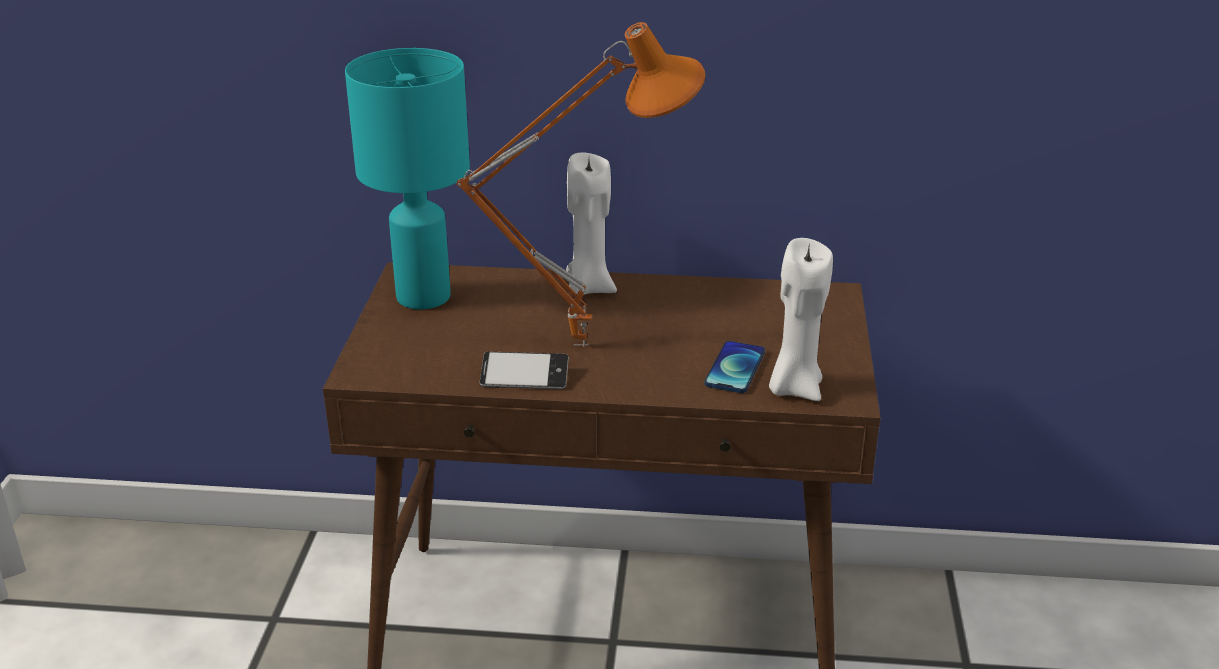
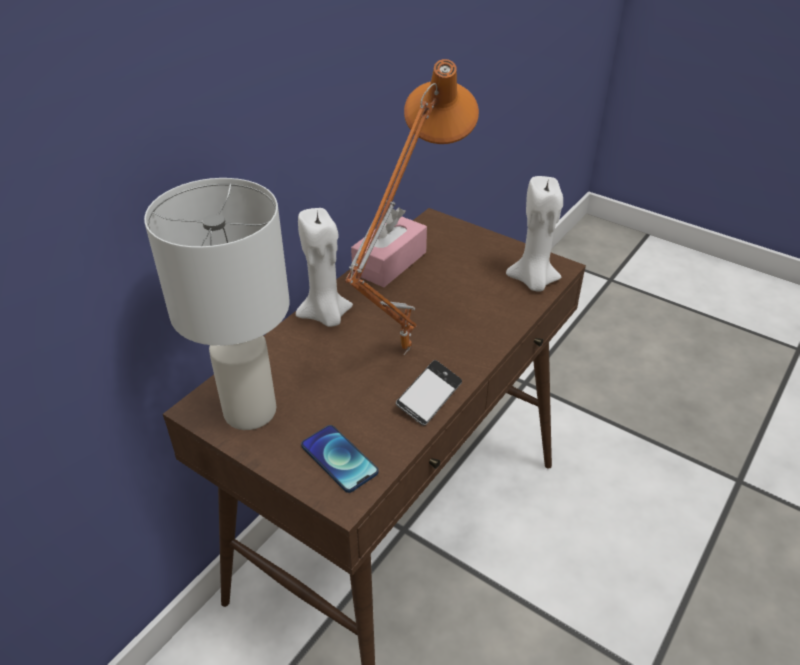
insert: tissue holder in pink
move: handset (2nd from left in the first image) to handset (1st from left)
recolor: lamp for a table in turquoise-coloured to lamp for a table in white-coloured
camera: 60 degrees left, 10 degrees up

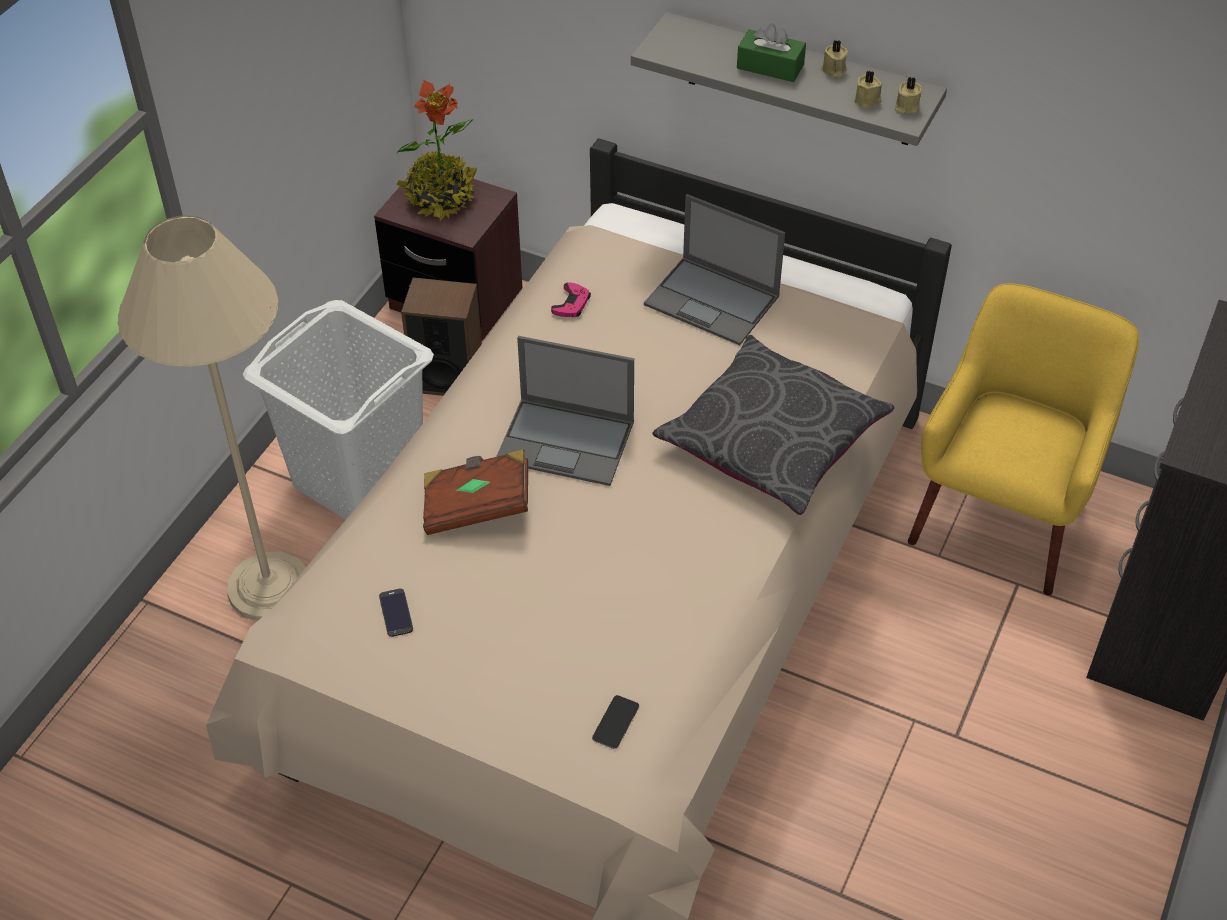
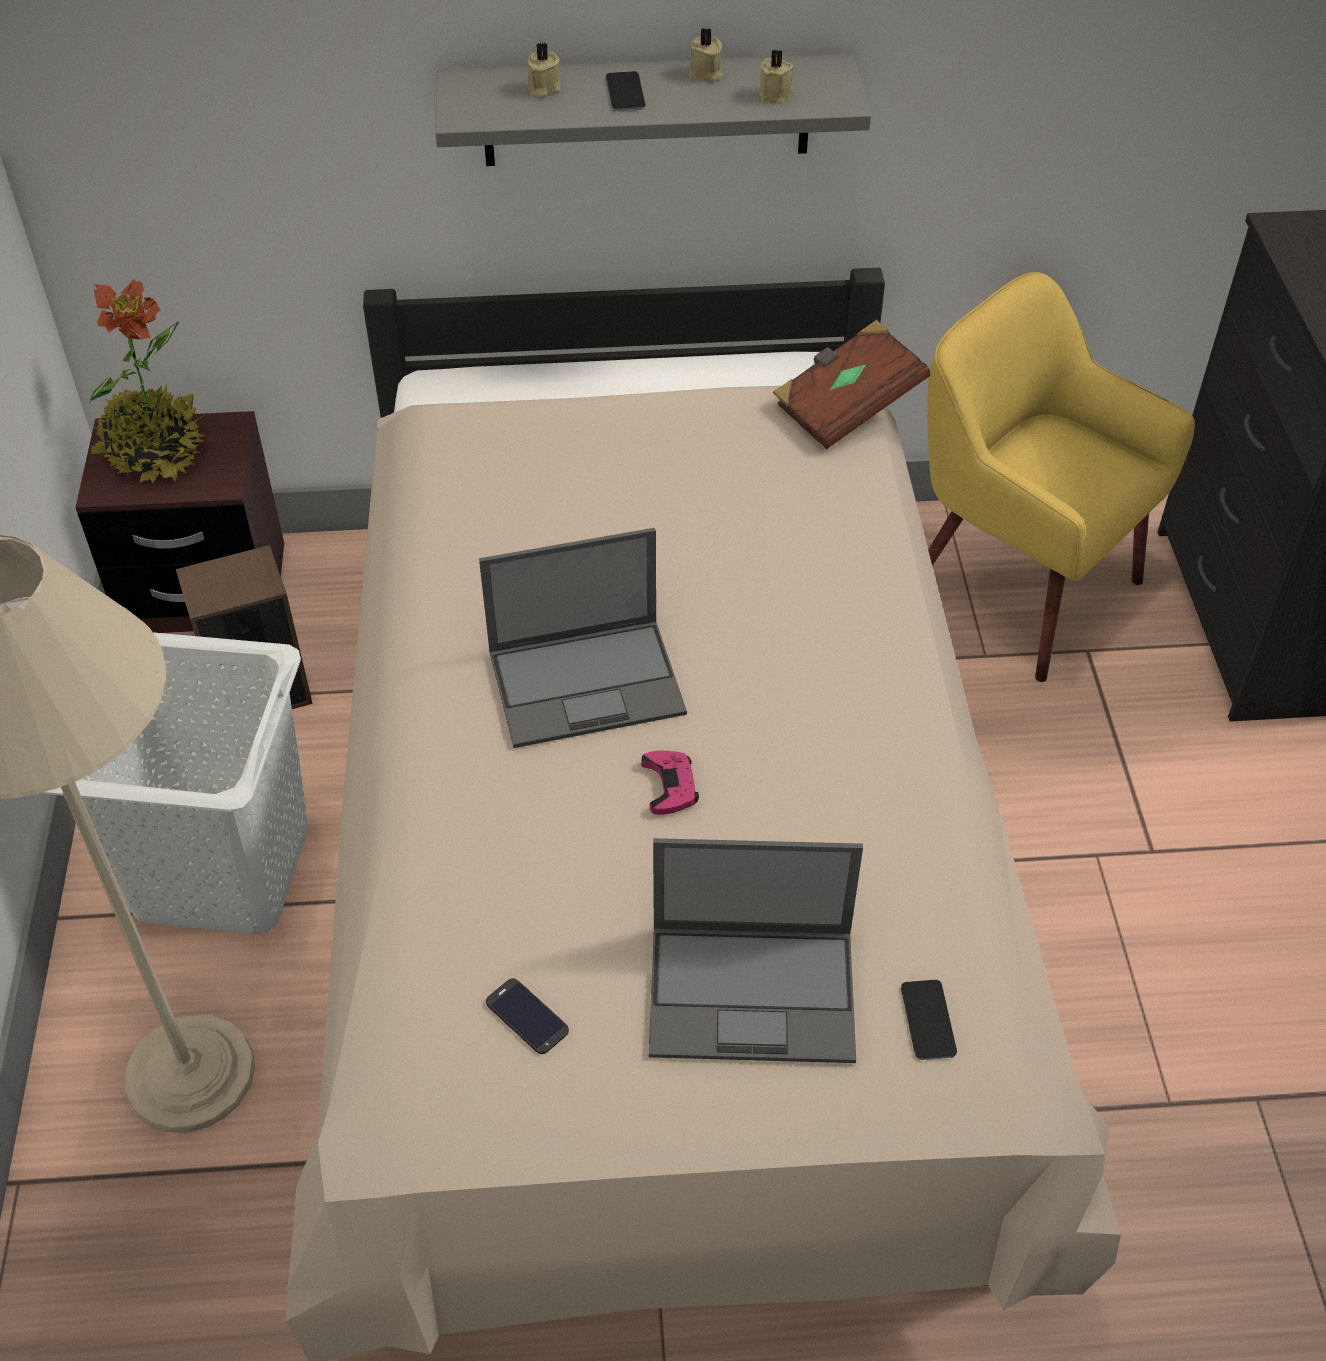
delete: throw pillow in greyish
move: volume in brown; gamepad in pink; laptop (2nd from left); wax candle in beige (3rd from left in the first image) to wax candle in beige (1st from left)
replace: tissue holder in greenish to handset (2nd from left)
rotate: lounge chair in yellowish 45 degrees counterclockwise
camera: 30 degrees left, 0 degrees up

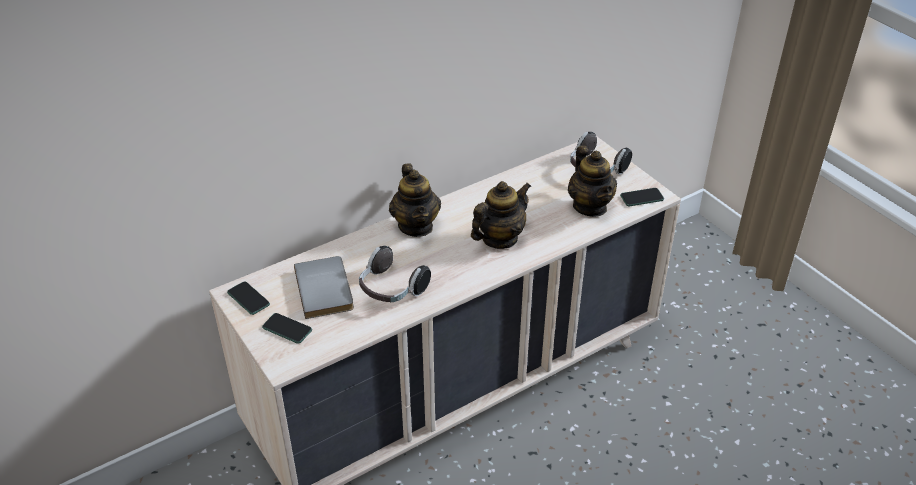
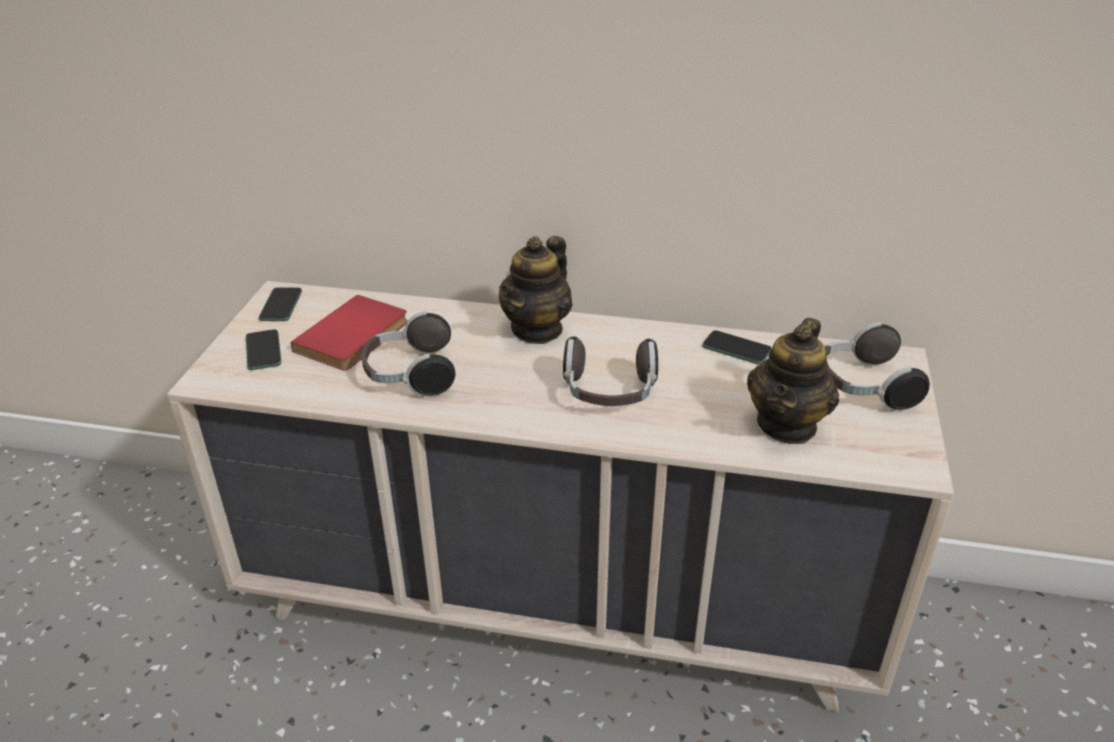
move: handset (3rd from left)
replace: pot for tea (2nd from left) to headset (2nd from left)
recolor: volume in greyish to volume in red-coloured
camera: 45 degrees right, 5 degrees down

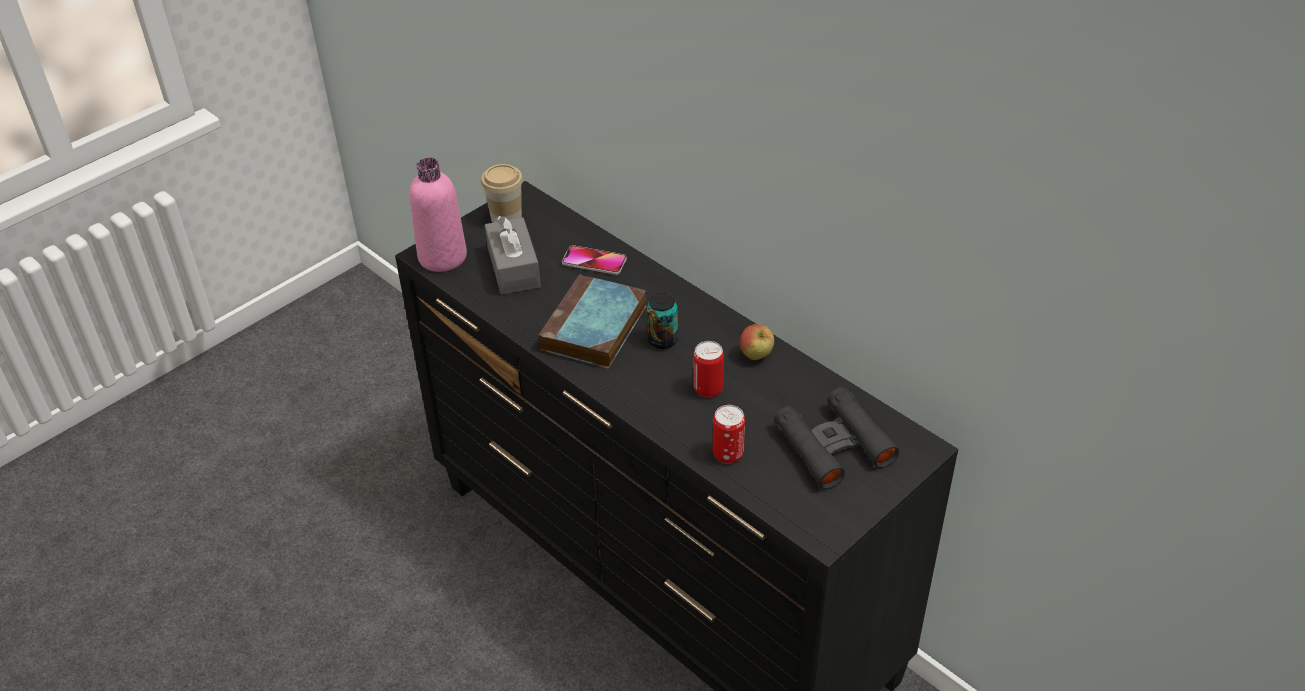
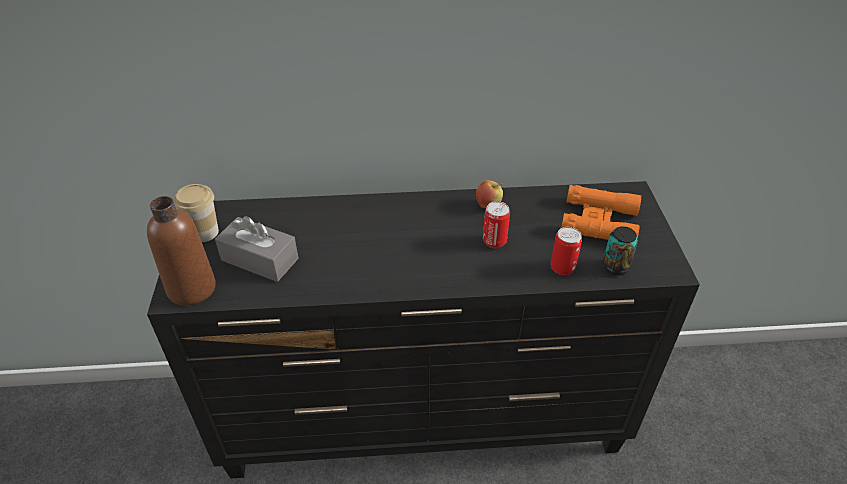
delete: volume; handset
move: metal can (1st from left in the first image) to metal can (3rd from left)
recolor: beverage bottle in pink to beverage bottle in brown; field glasses in blackish to field glasses in orange
camera: 50 degrees left, 0 degrees up

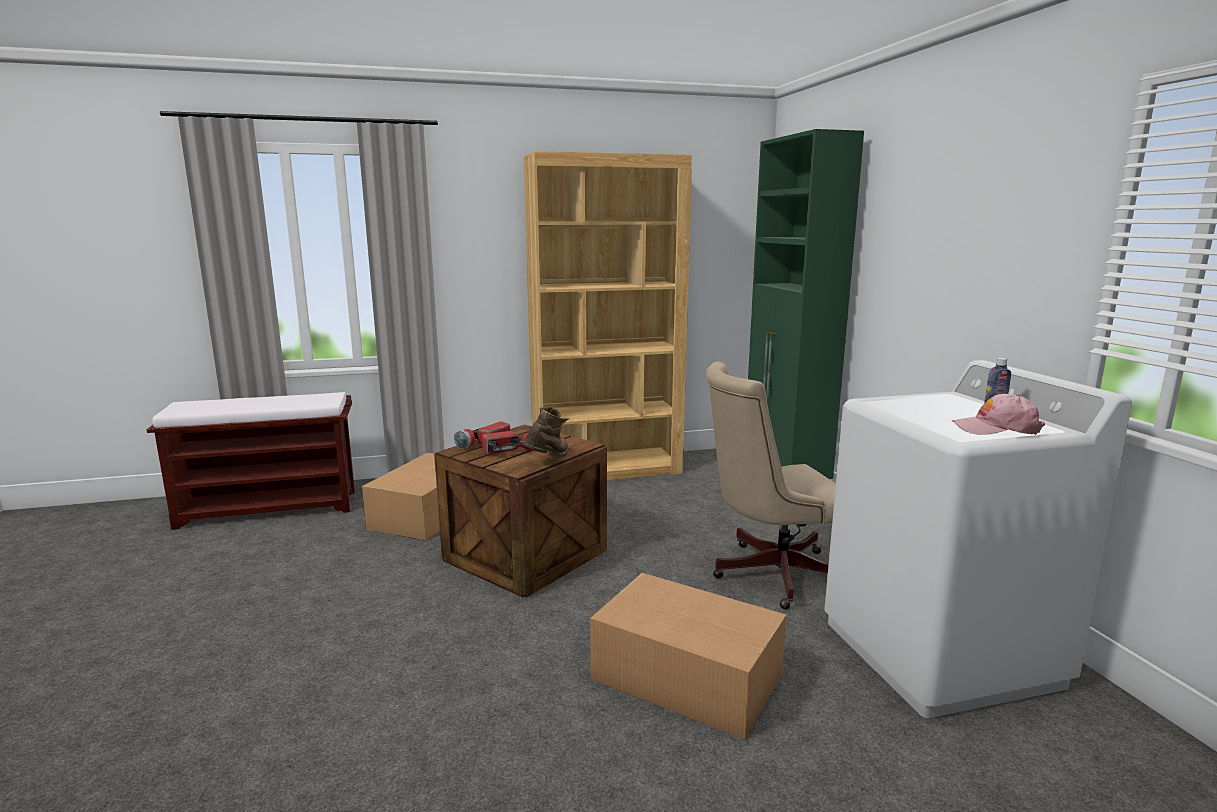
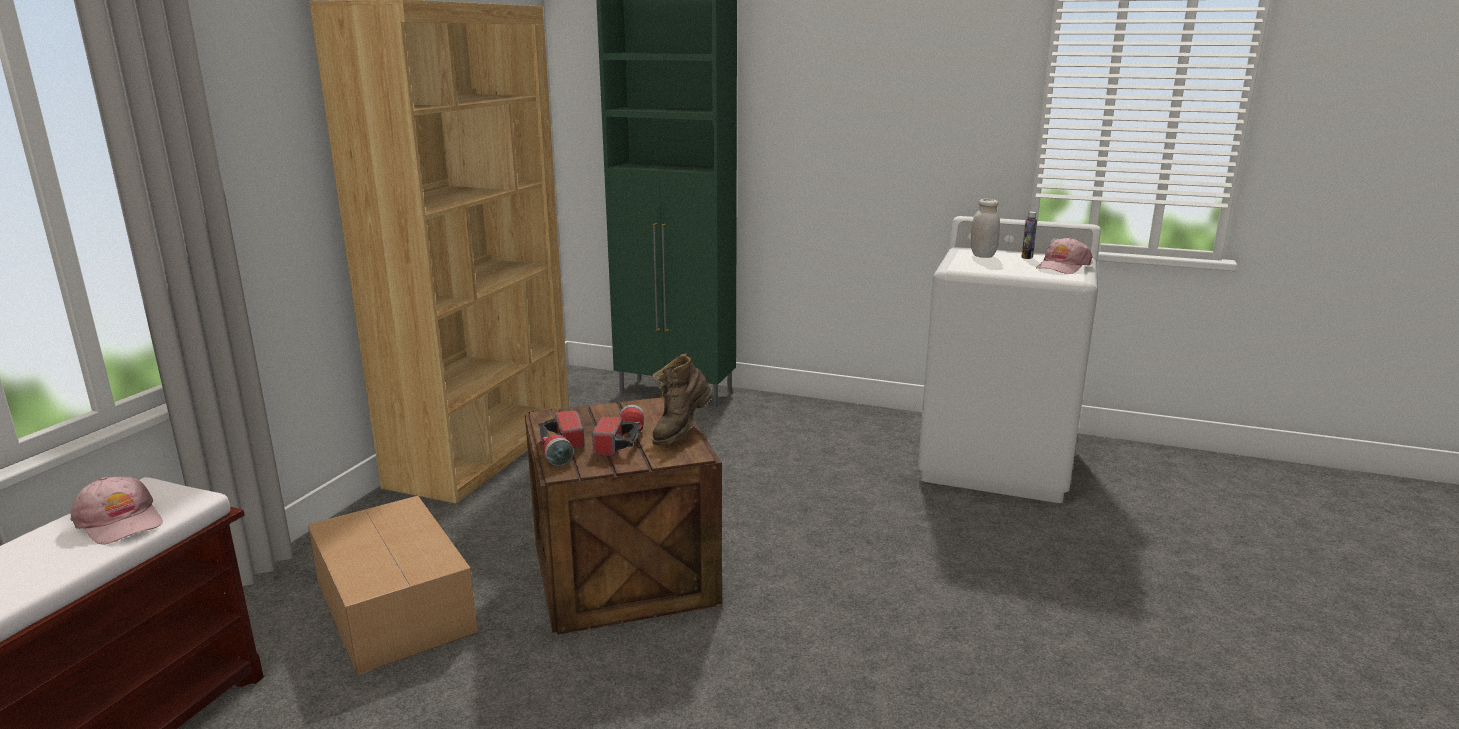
delete: packing box (2nd from left); office chair in beige
insert: cap in pink (1st from left); storage jar in white-coloured
rotate: boot in brown 120 degrees counterclockwise
camera: 55 degrees left, 5 degrees up

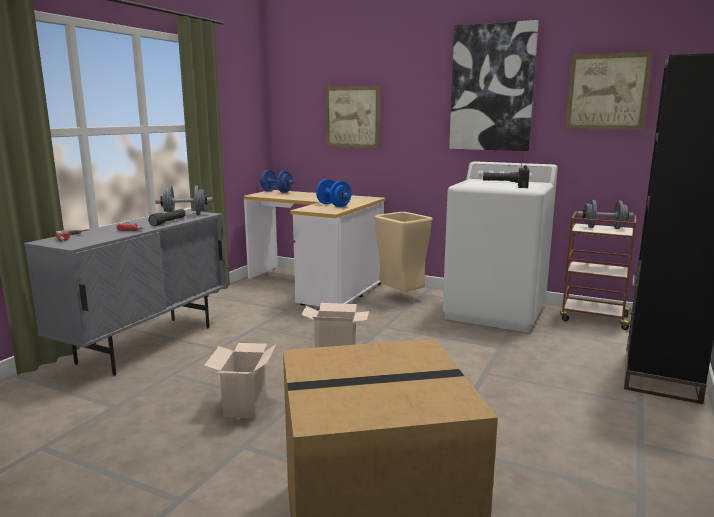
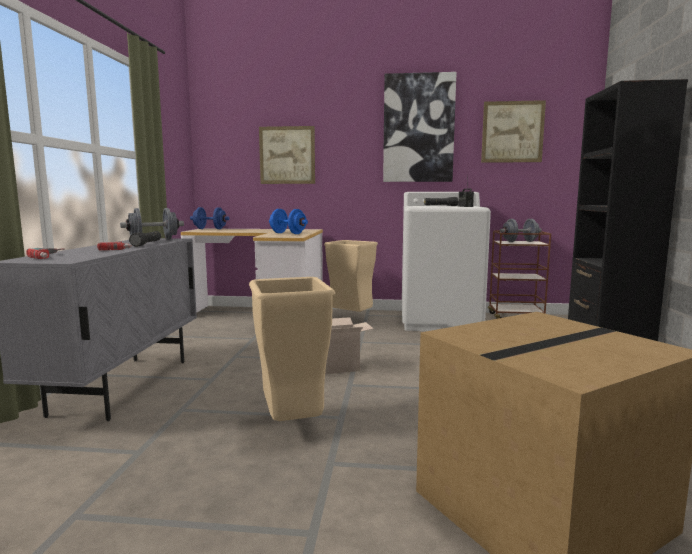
replace: packing box (1st from left) to waste bin in beige (1st from left)
camera: 20 degrees left, 5 degrees down

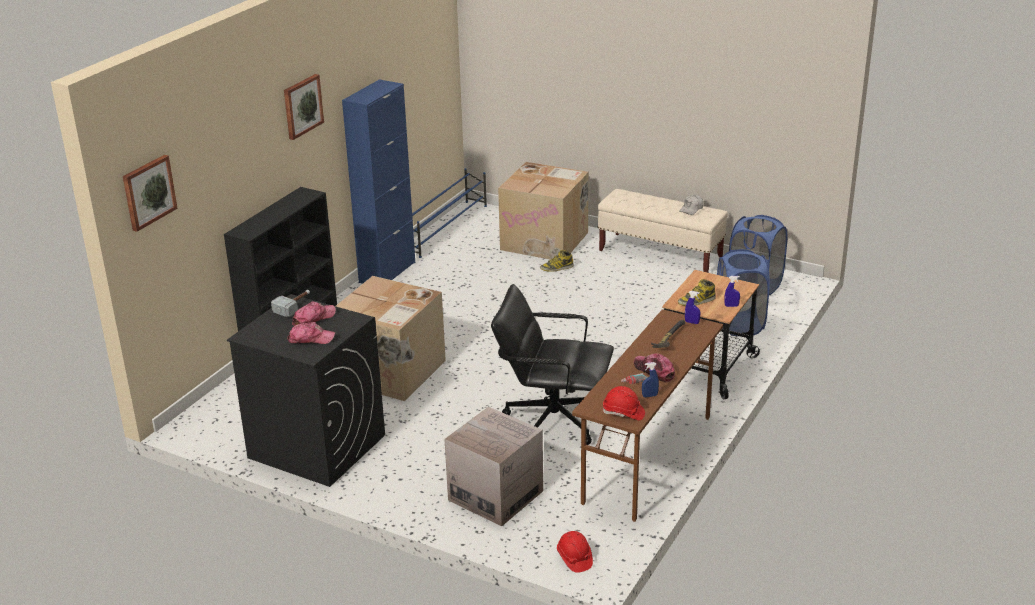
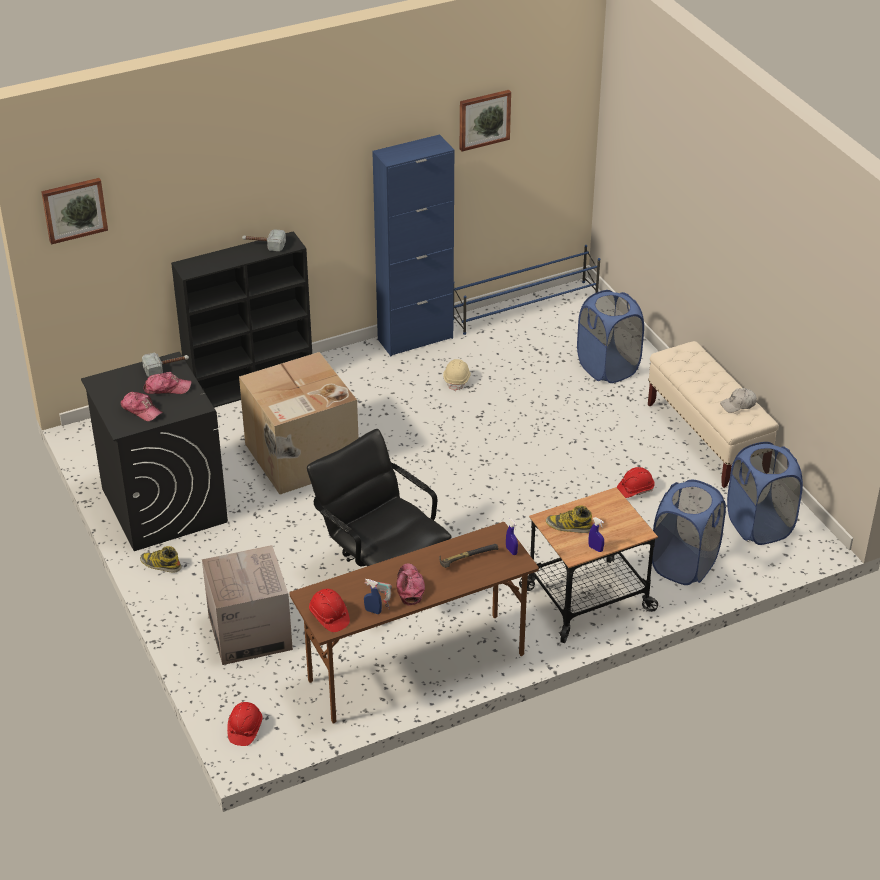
insert: hammer (2nd from left); hard hat in beige; hard hat in red-coloured (3rd from left)
move: picture (2nd from left); boot (1st from left)
replace: packing box (3rd from left) to washing basket in blue-coloured (1st from left)
camera: 35 degrees right, 10 degrees up

